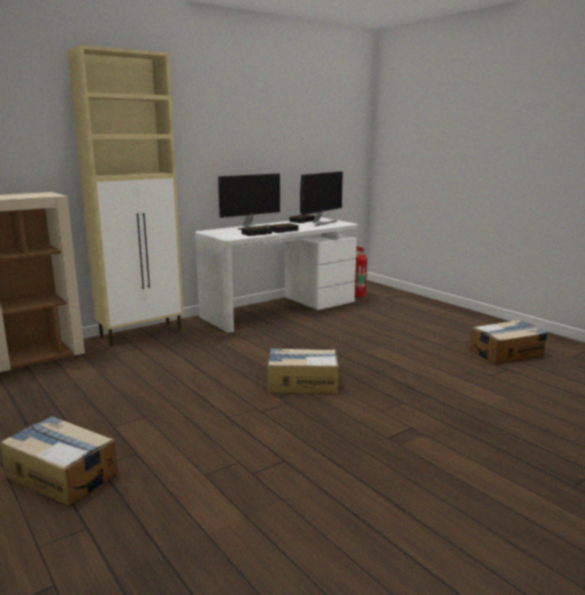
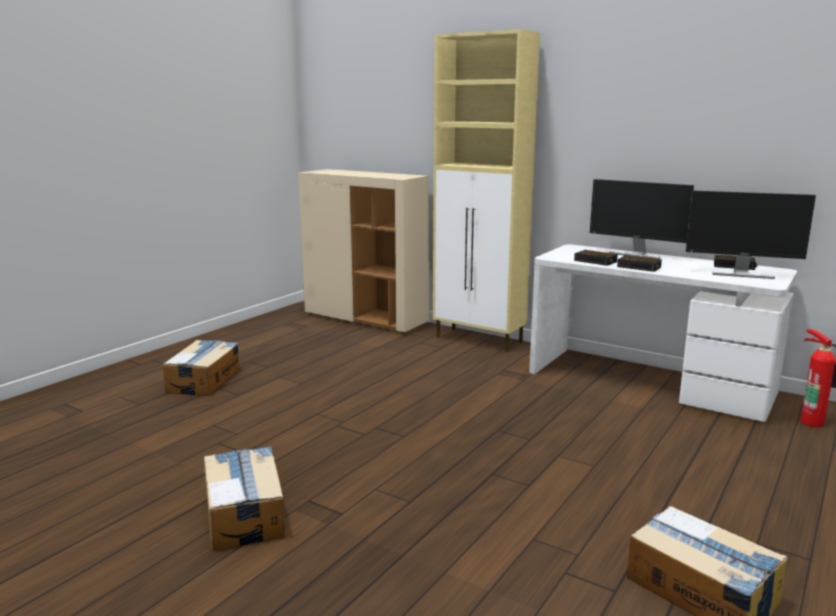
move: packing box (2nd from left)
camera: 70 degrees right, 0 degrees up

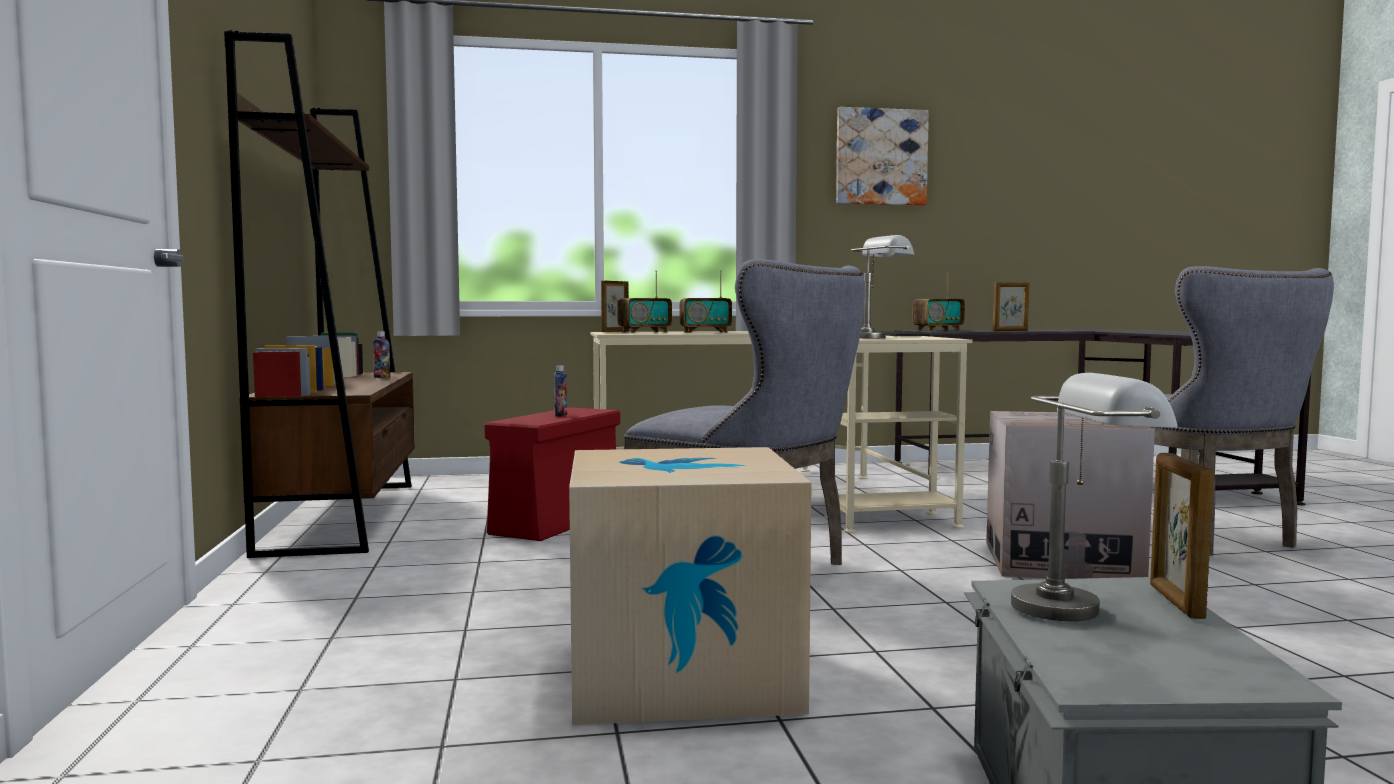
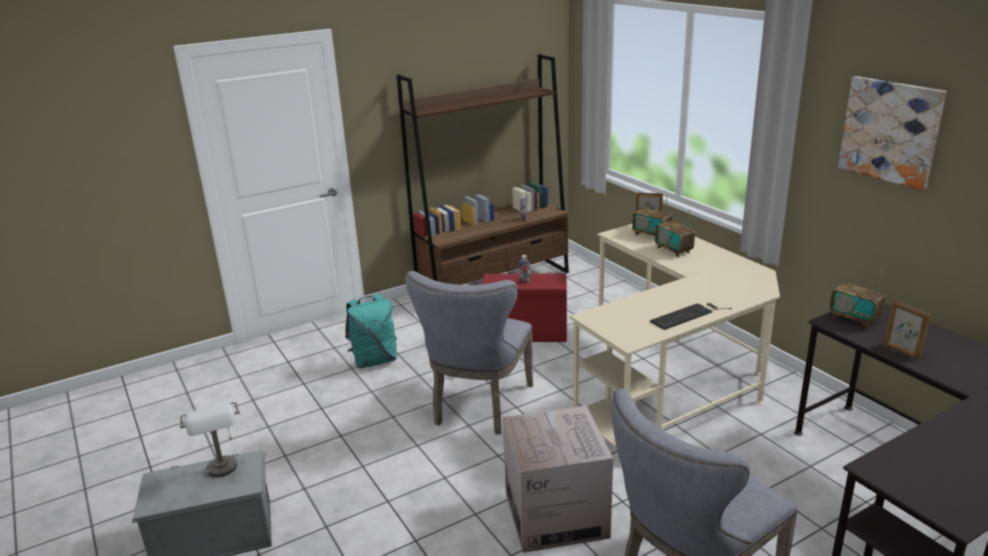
delete: packing box (1st from left); lamp for a table in greyish (1st from left); picture frame (3rd from left)
insert: backpack in turquoise-coloured
camera: 70 degrees right, 20 degrees up

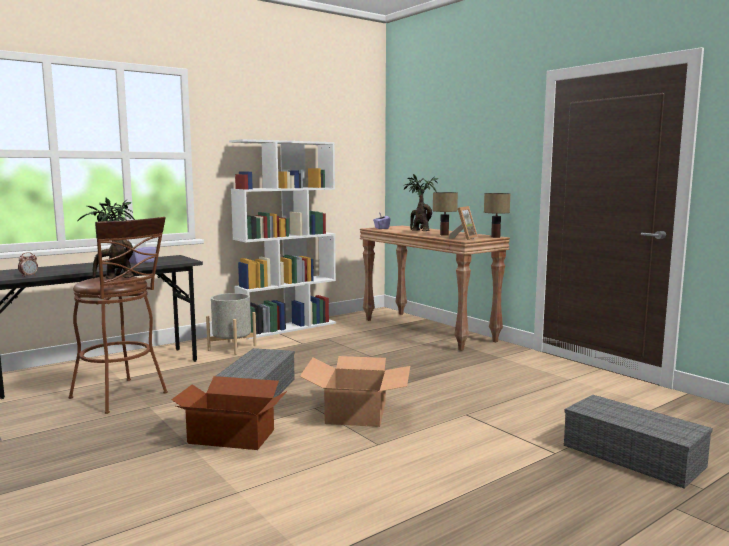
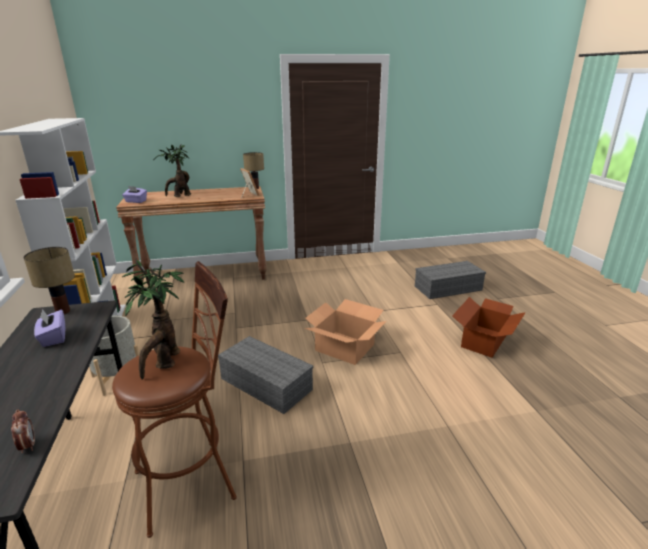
move: packing box (1st from left in the first image) to packing box (2nd from left); lamp for a table (1st from left)
camera: 65 degrees left, 15 degrees up

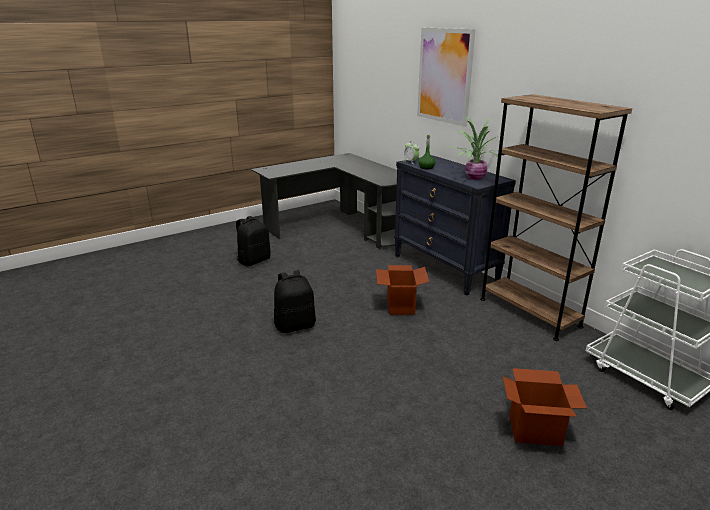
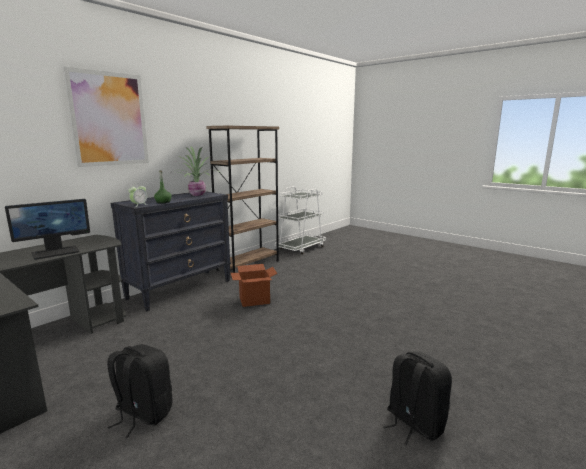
delete: packing box (2nd from left)
insert: computer display
move: backpack in blackish (2nd from left)
camera: 105 degrees left, 10 degrees down

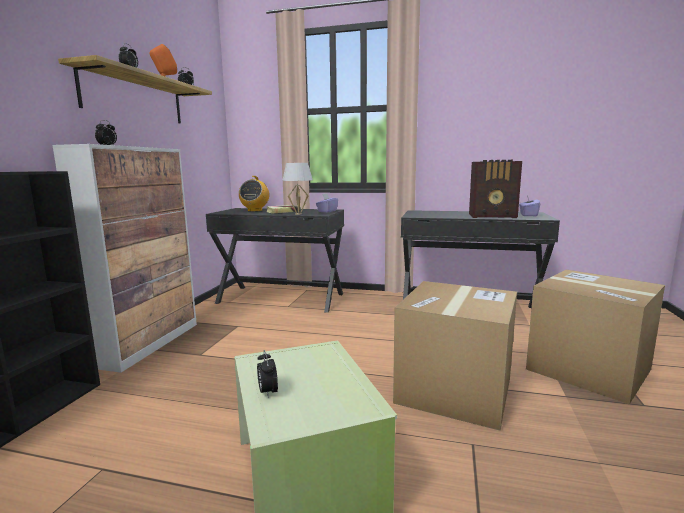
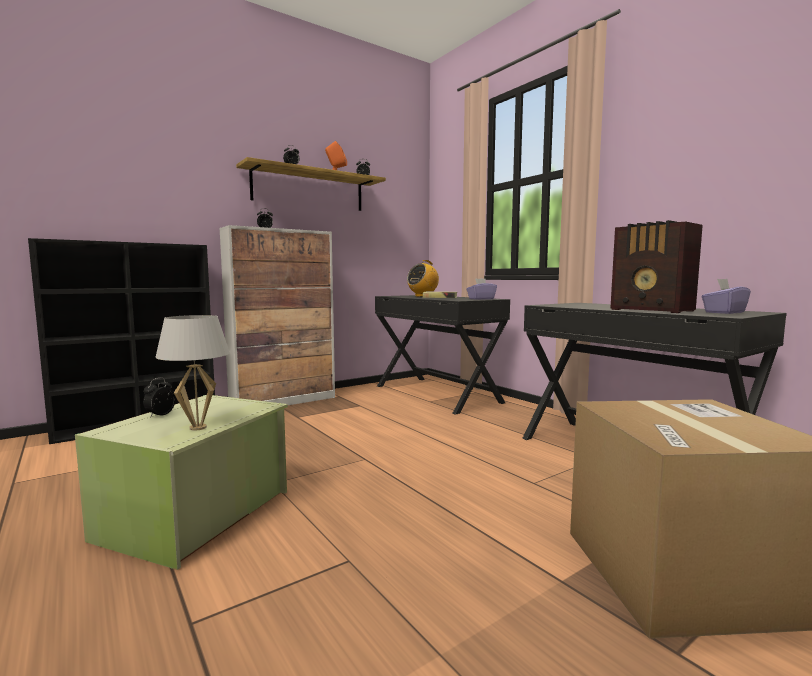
delete: packing box (1st from left)
move: lamp for a table in white-coloured
camera: 40 degrees right, 5 degrees down

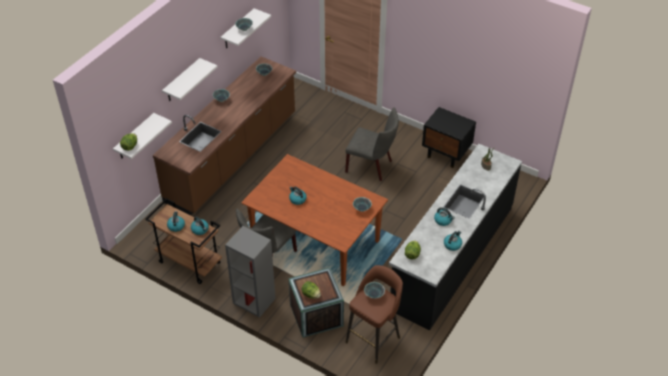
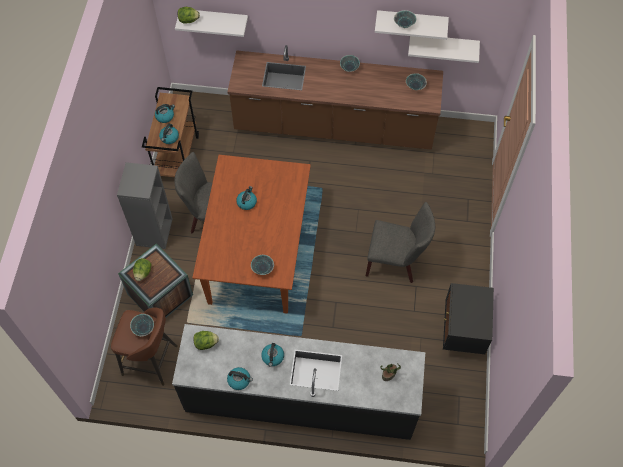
move: wall shelf in white-coloured (2nd from left in the first image) to wall shelf in white-coloured (3rd from left)
rotate: plain chair in greyish (2nd from left) 75 degrees counterclockwise
camera: 65 degrees right, 15 degrees up

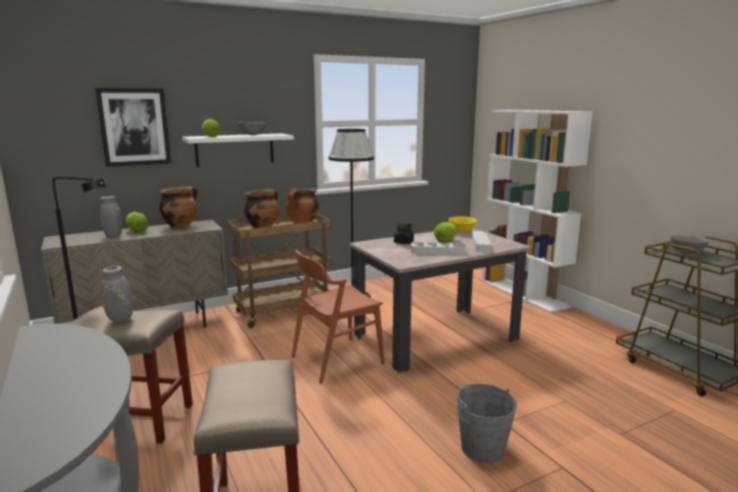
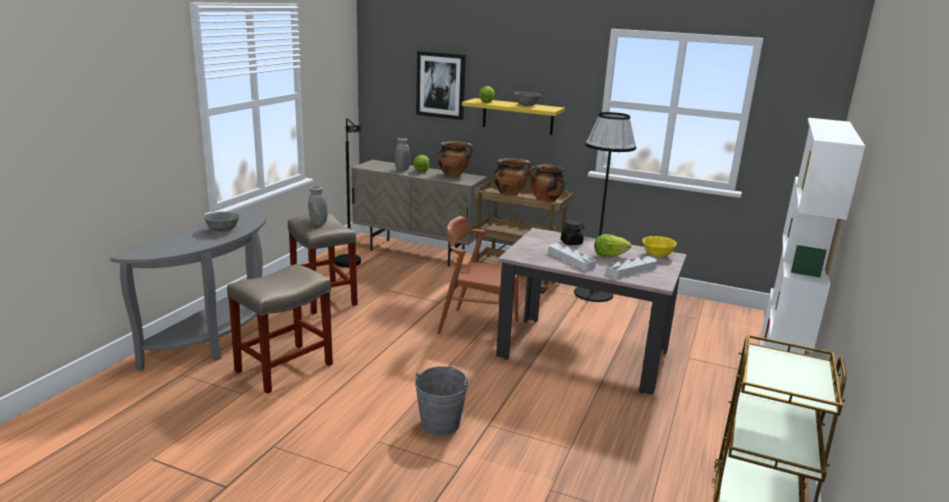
move: bowl in greyish (2nd from left in the first image) to bowl in greyish (1st from left)
recolor: wall shelf in white-coloured to wall shelf in yellowish
camera: 50 degrees right, 5 degrees up

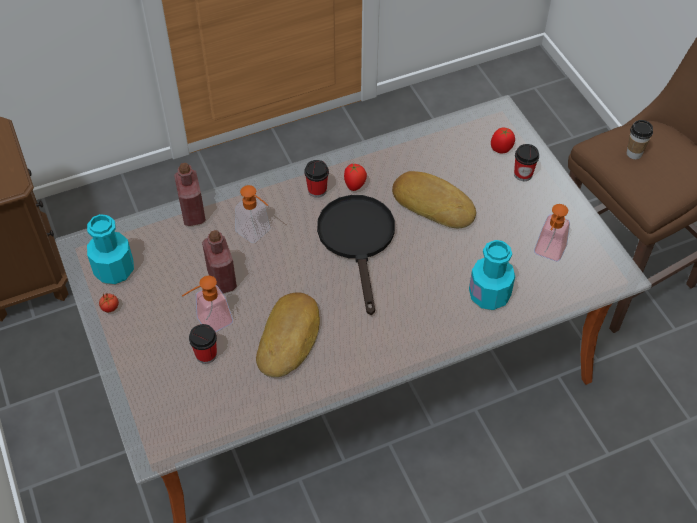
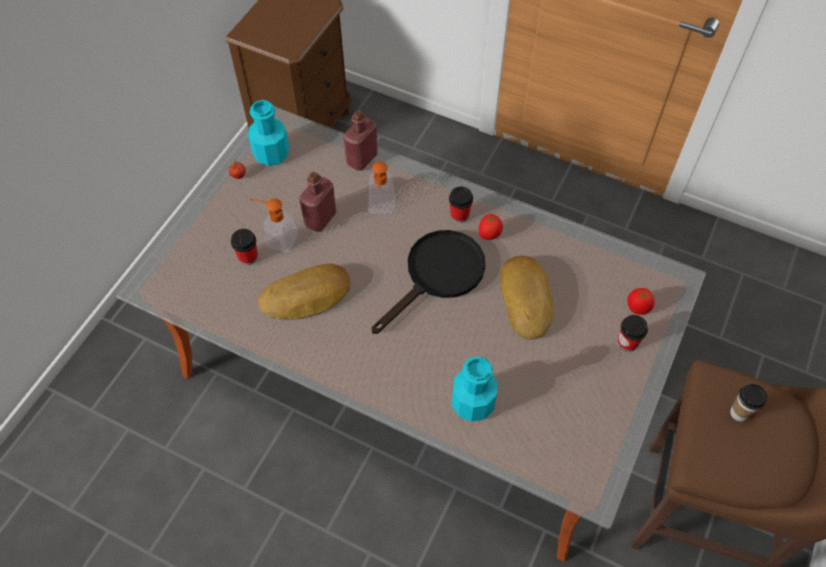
delete: soap bottle (3rd from left)
camera: 50 degrees right, 5 degrees up

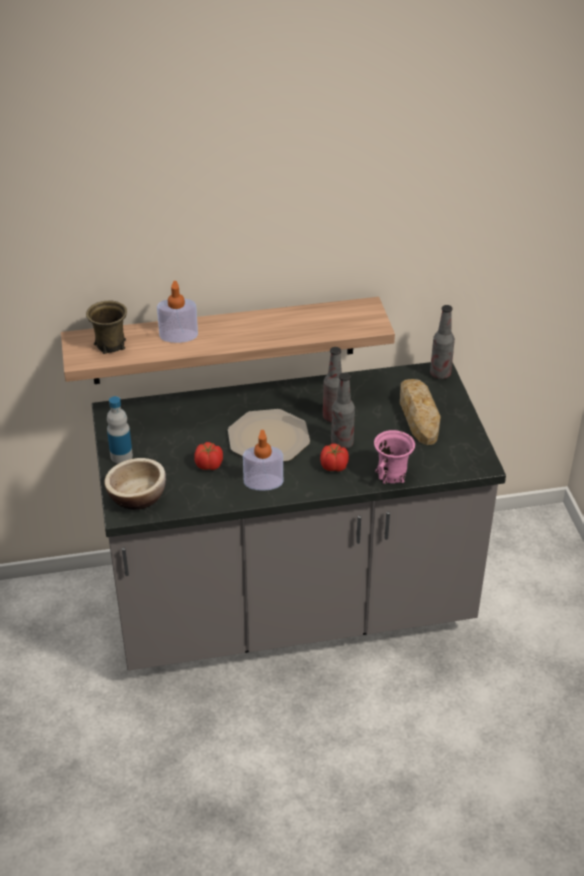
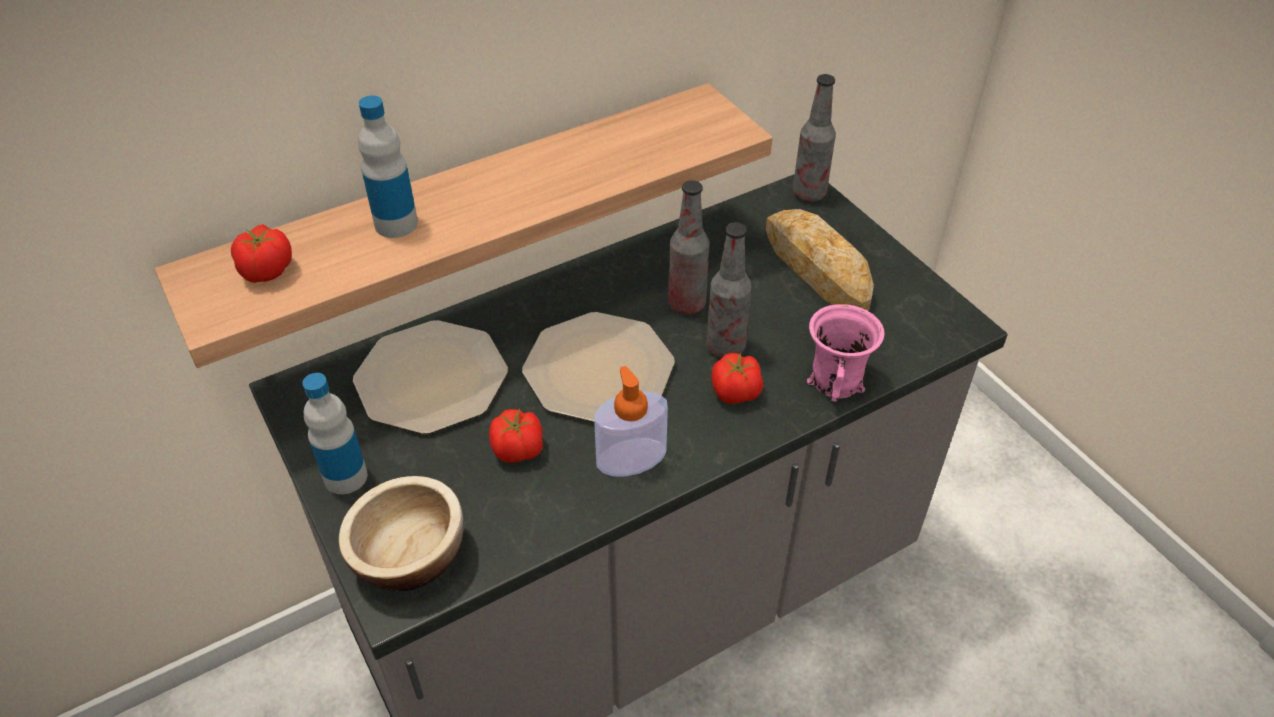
insert: flat dish (1st from left)
replace: tea mug in brown to whole tomato (1st from left); soap bottle (1st from left) to beverage bottle (2nd from left)
camera: 20 degrees left, 5 degrees up

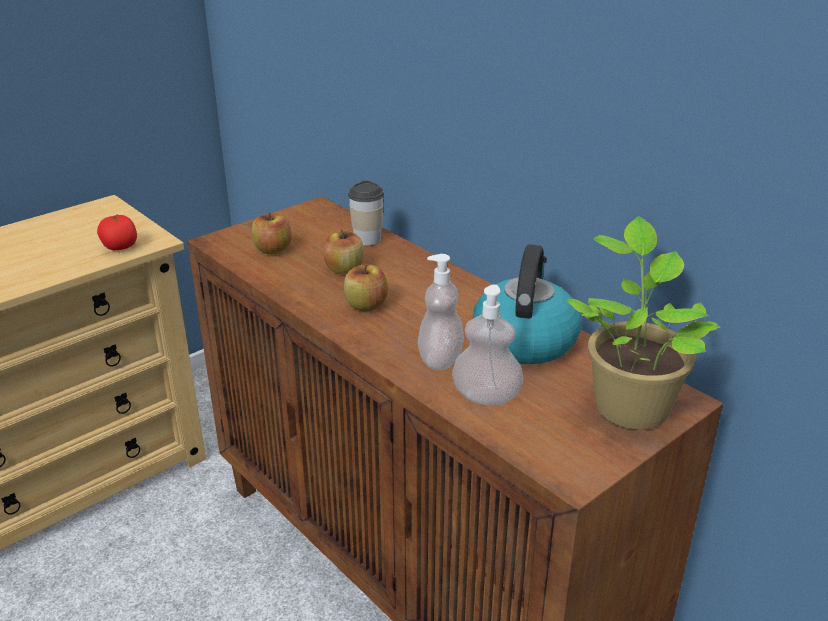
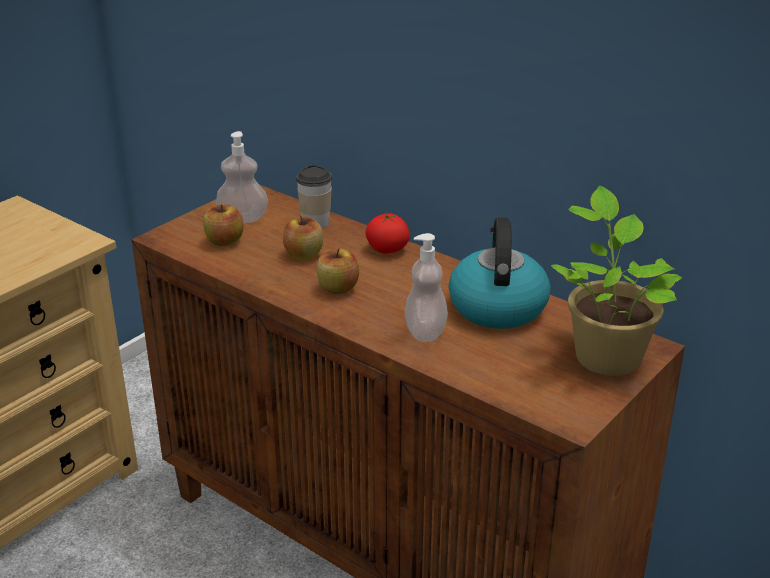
move: whole tomato; soap bottle (2nd from left in the first image) to soap bottle (1st from left)
camera: 10 degrees left, 0 degrees up

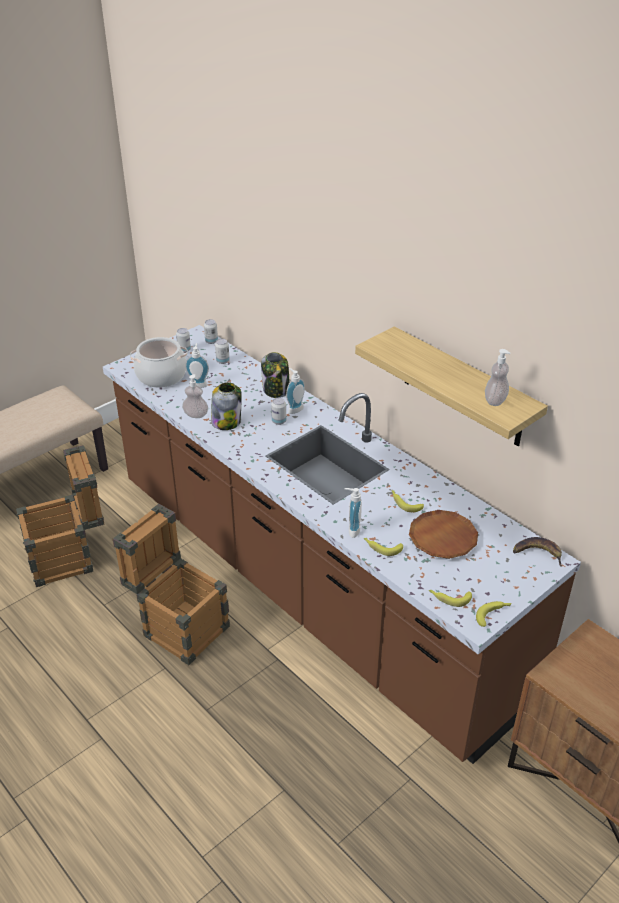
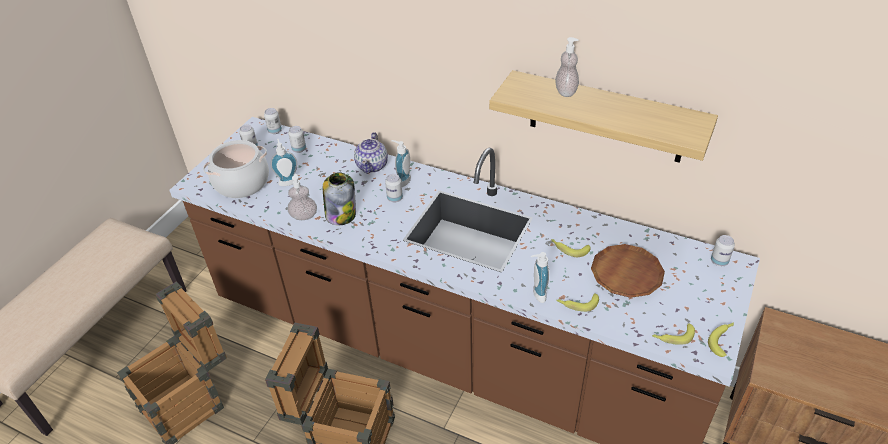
move: soap bottle (5th from left)
replace: storage jar (2nd from left) to pot for tea; banana (5th from left) to metal can (5th from left)
camera: 20 degrees left, 5 degrees up

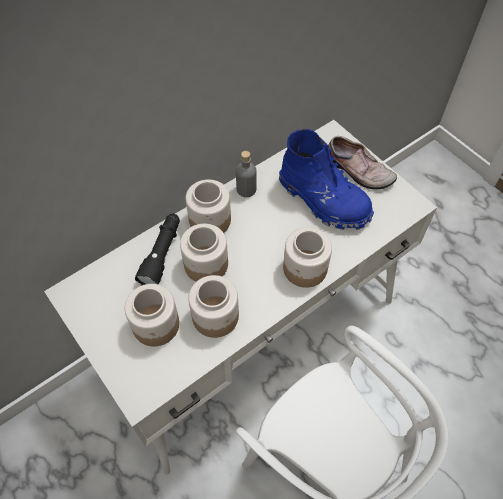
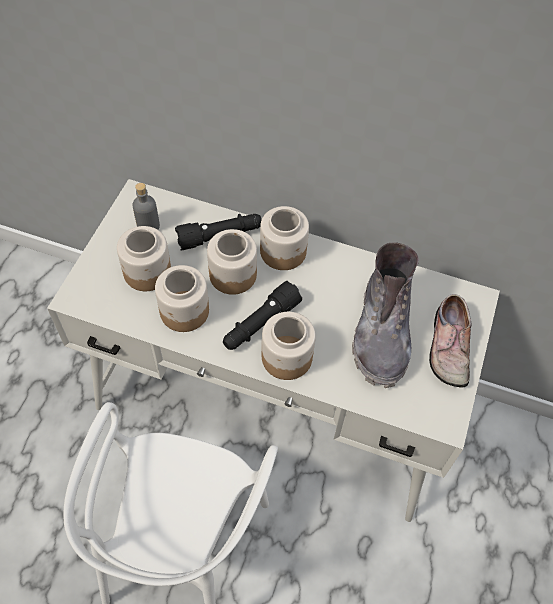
insert: torch in blackish (2nd from left)
move: beverage bottle in greyish
recolor: boot in blue-coloured to boot in greyish
camera: 55 degrees right, 0 degrees up

